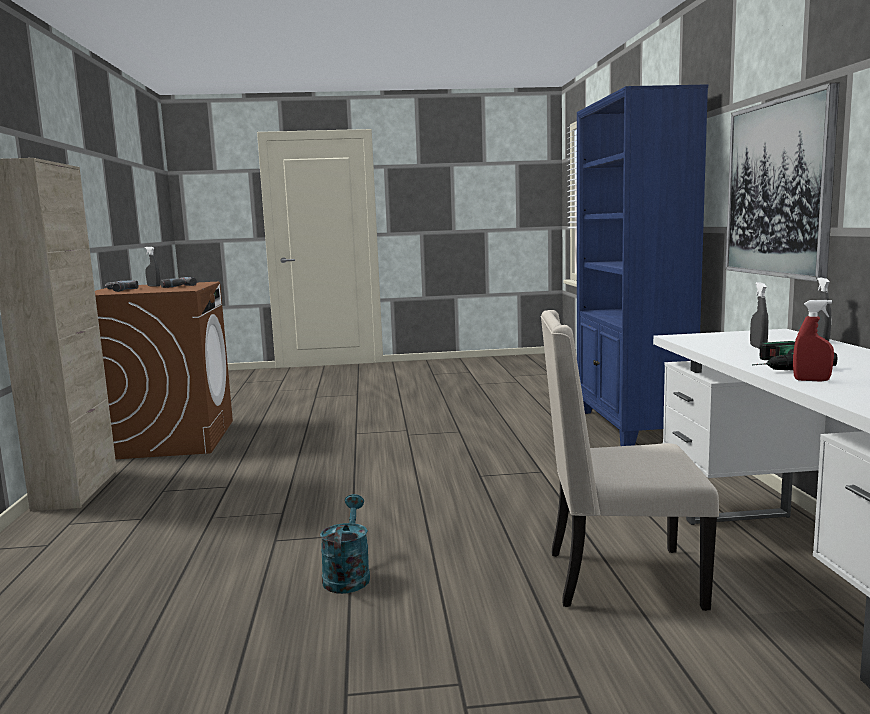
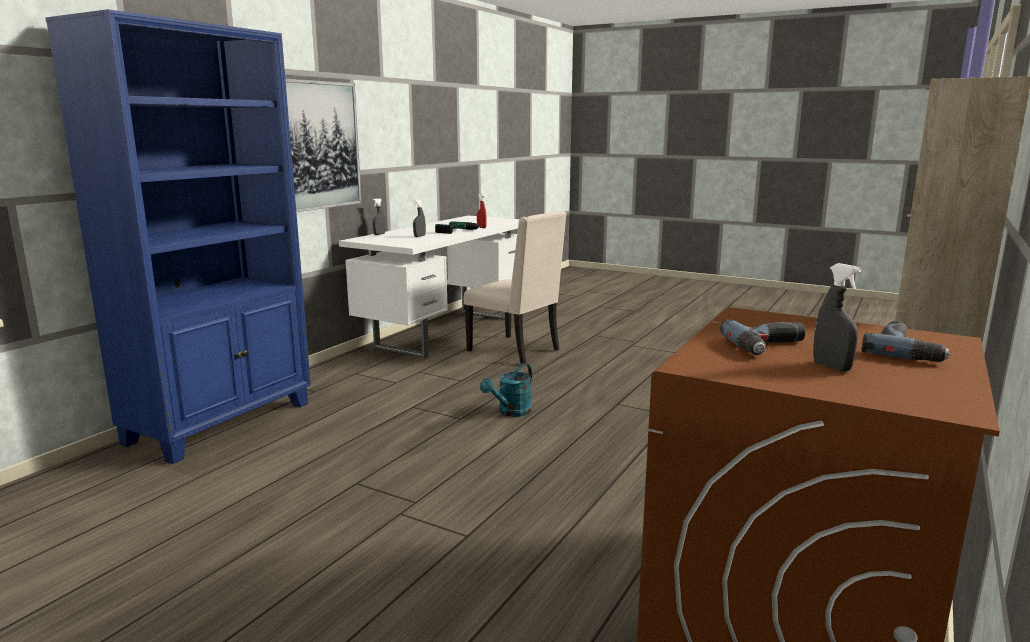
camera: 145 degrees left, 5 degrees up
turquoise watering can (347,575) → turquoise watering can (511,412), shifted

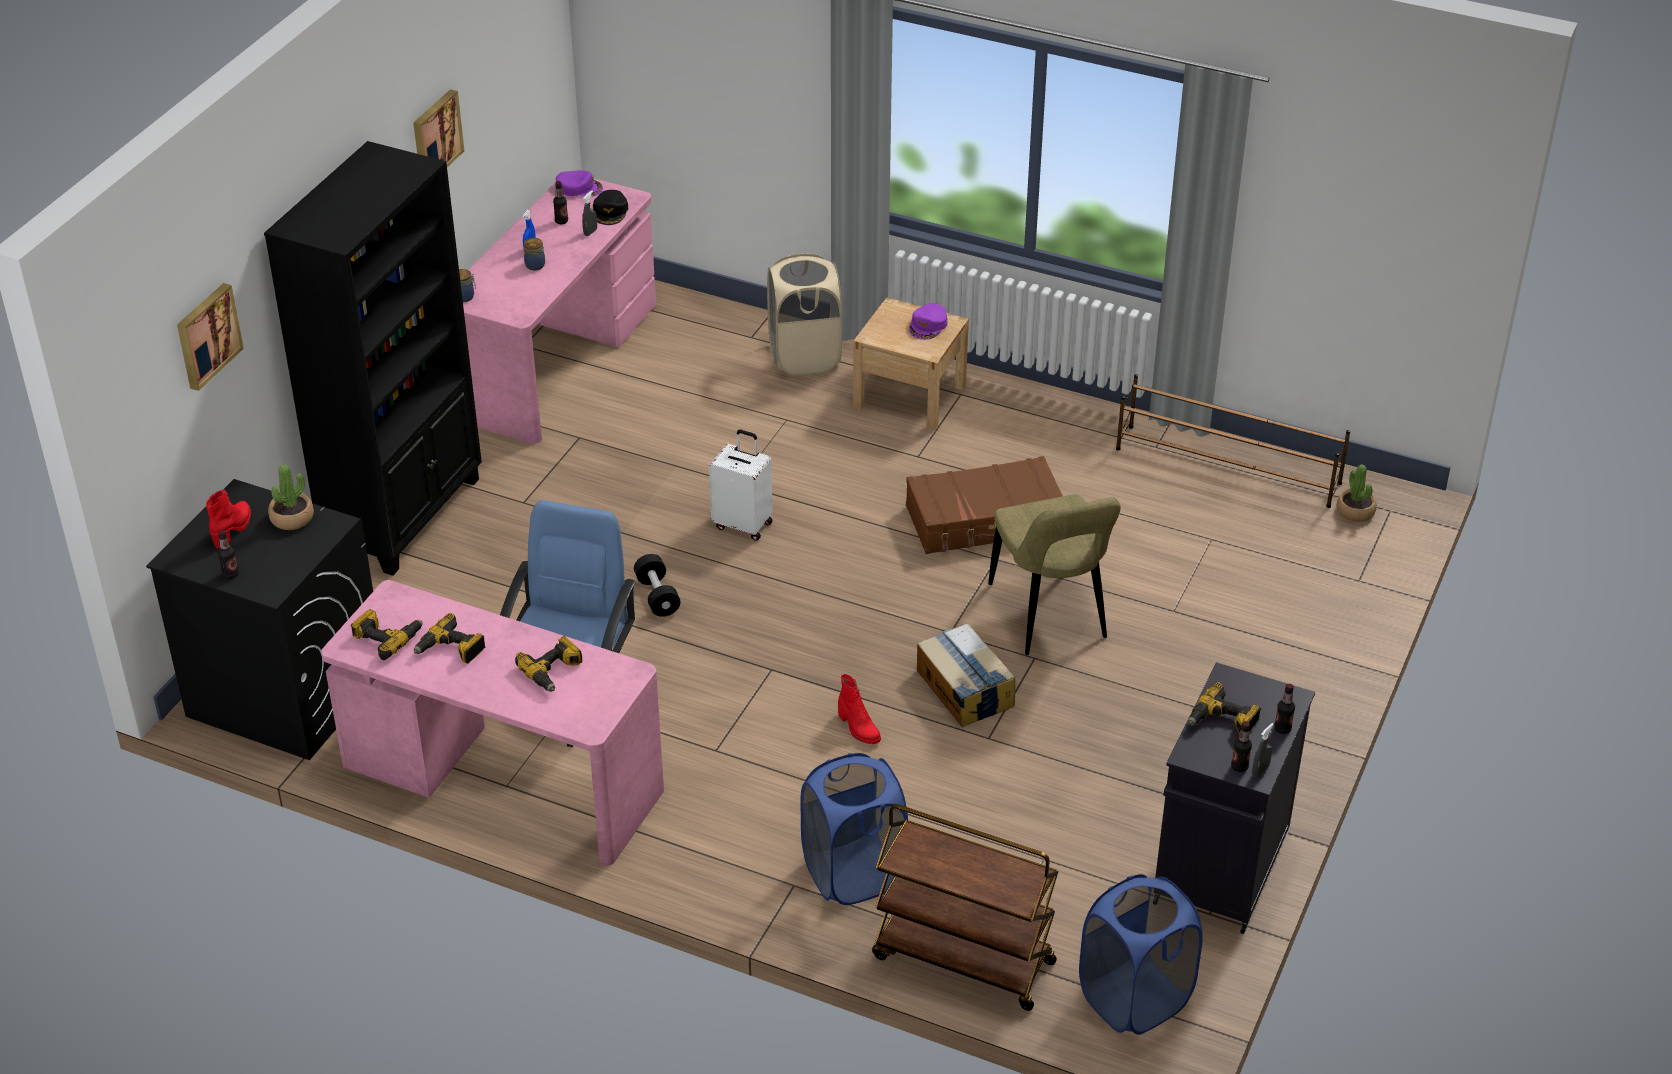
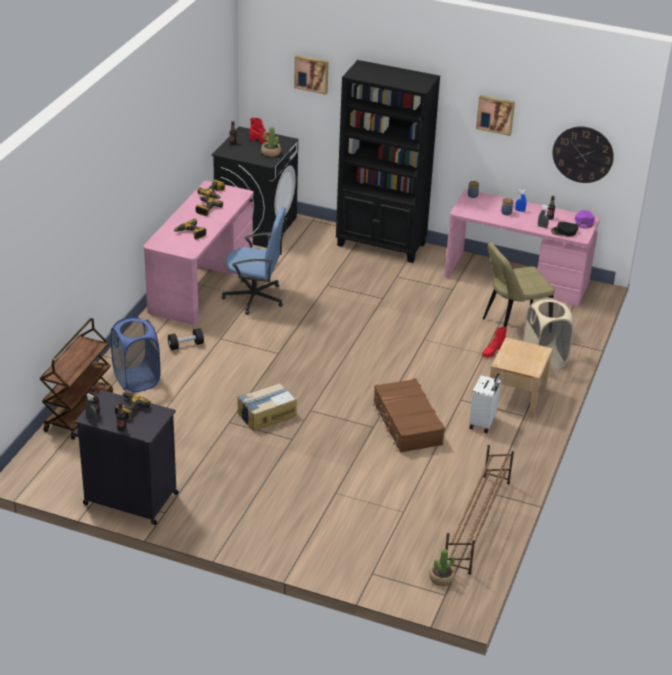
camera: 85 degrees right, 5 degrees down
purple cap (928,326) → -
white suitcase (743,524) → white suitcase (483,423), shifted
beige chair (1049,615) → beige chair (513,326), shifted
black dumbbell (657,596) → black dumbbell (185,345), shifted
red boot (858,728) → red boot (493,352), shifted
blue laundry basket (1134,999) → -
- → wall clock (583,154)

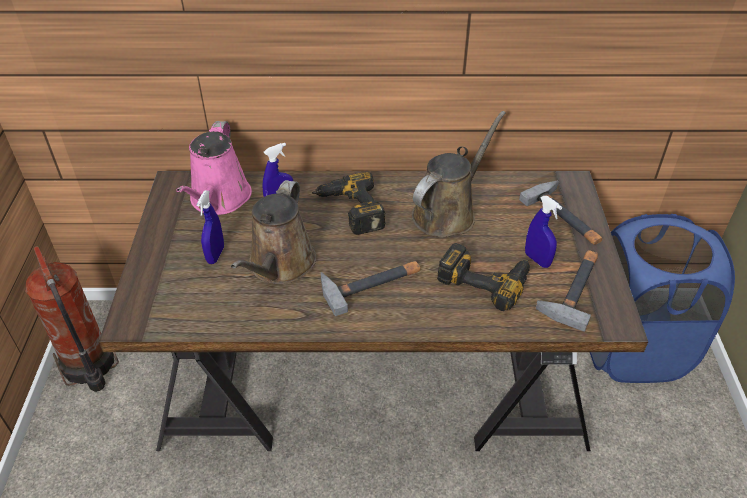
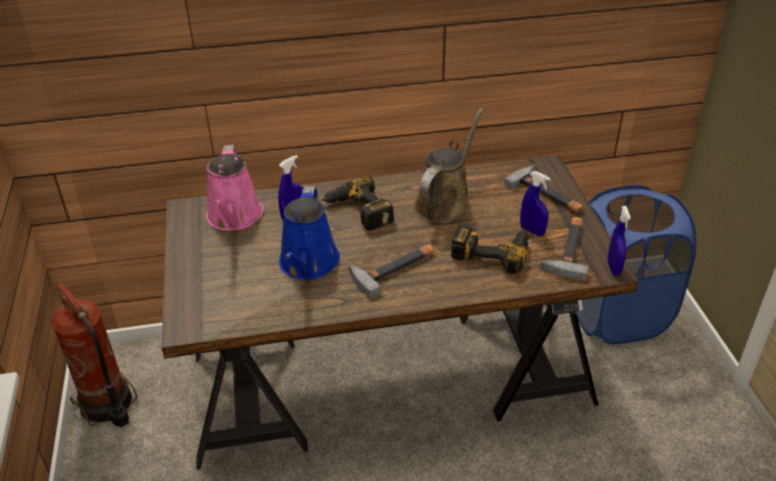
camera: 10 degrees left, 5 degrees down
brown watering can (280,266) → blue watering can (308,264)
blue spray bottle (215,255) → blue spray bottle (613,268), shifted

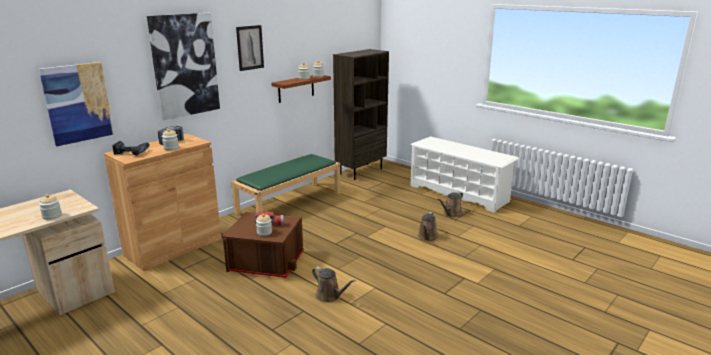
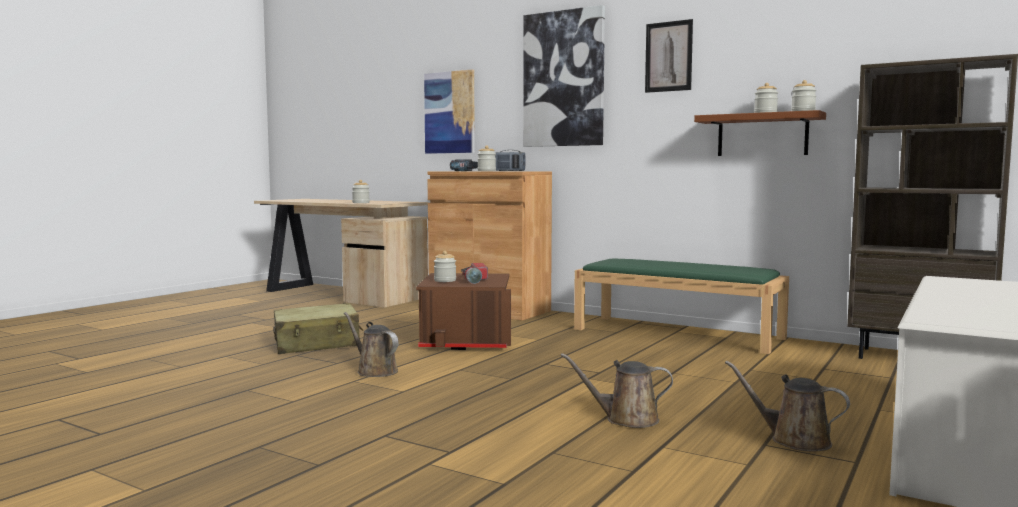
camera: 80 degrees right, 15 degrees down
brown watering can (330,296) → brown watering can (374,371), 105 degrees clockwise
- → beige suitcase (317,343)

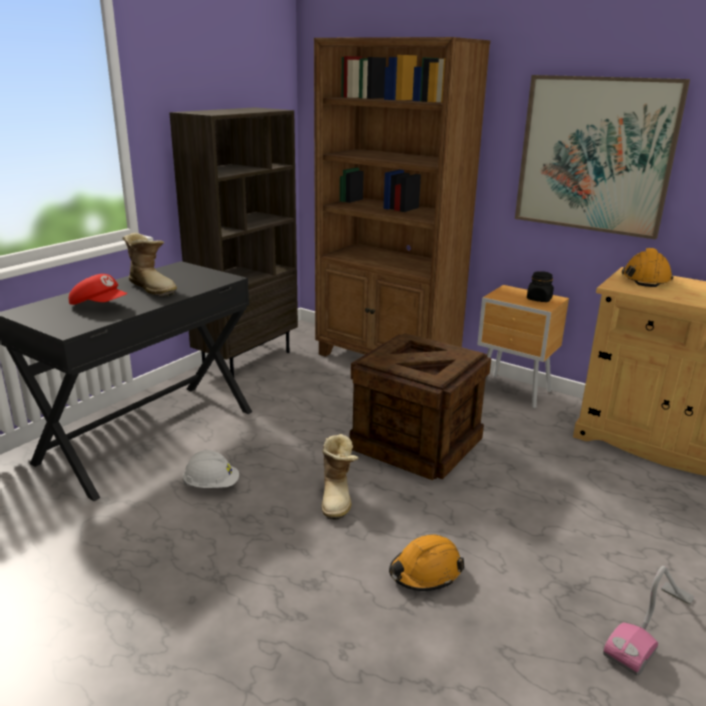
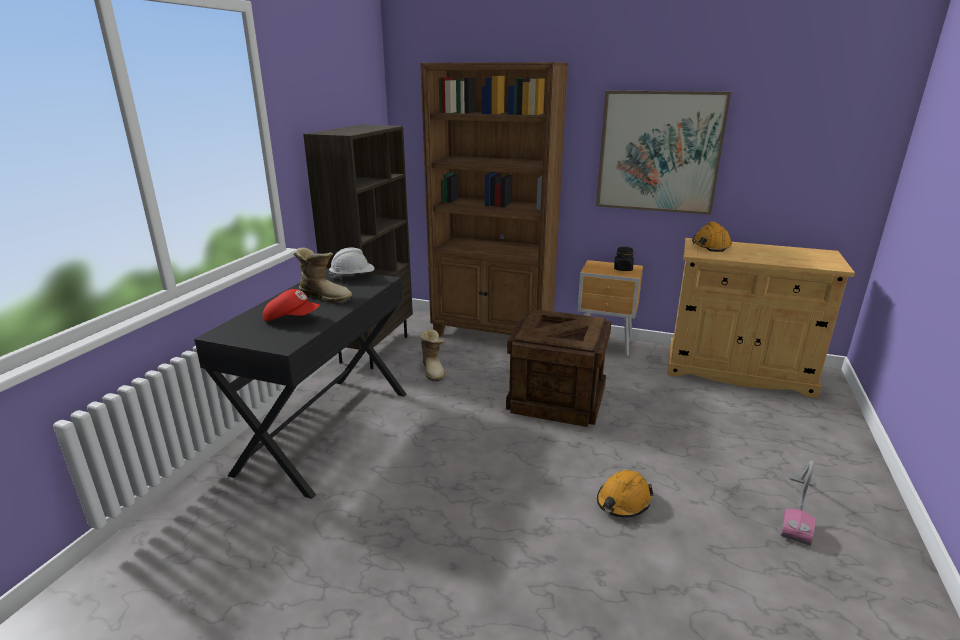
camera: 15 degrees left, 0 degrees up
boot (338,498) → boot (434,370), shifted
white hard hat (211,485) → white hard hat (352,277), shifted

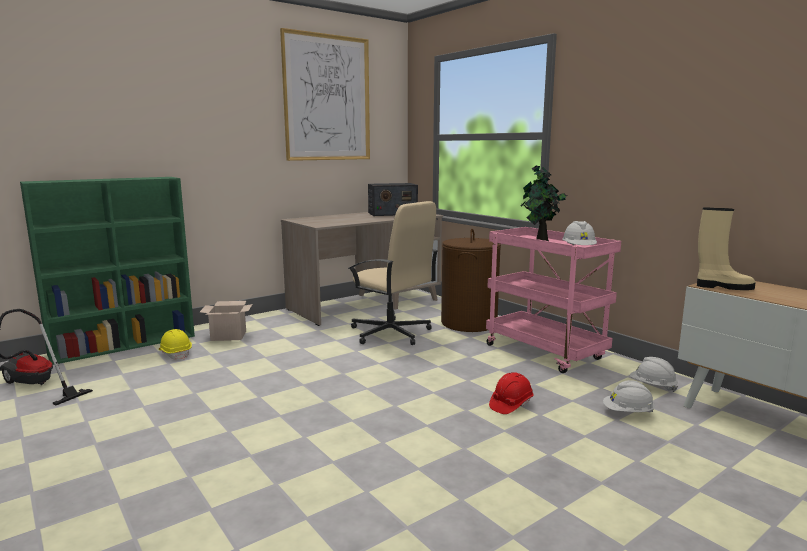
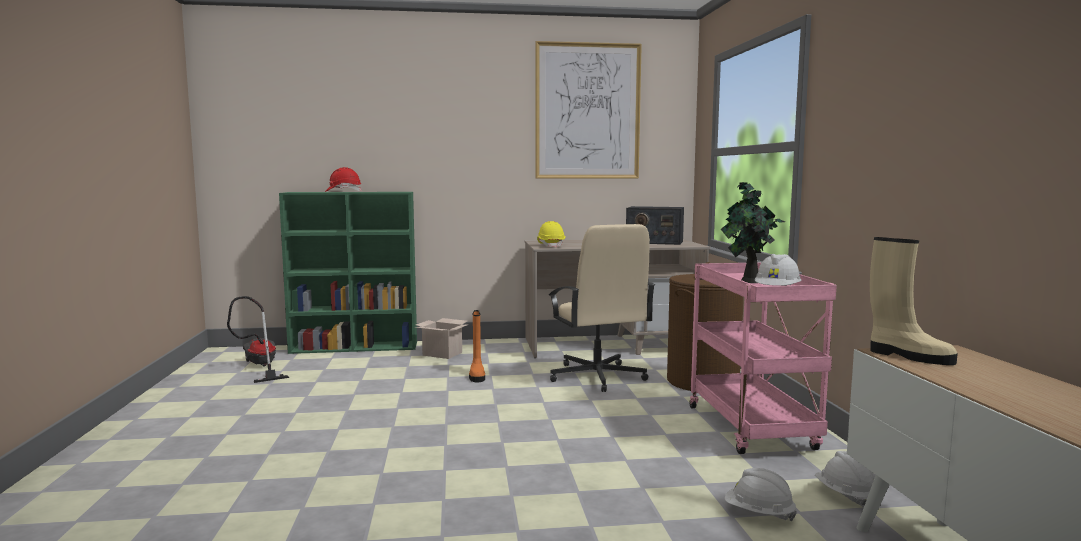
camera: 30 degrees right, 5 degrees down
yellow hard hat (175,354) → yellow hard hat (551,245), shifted
red hard hat (511,404) → red hard hat (343,191), shifted
- → orange boot (477,375)

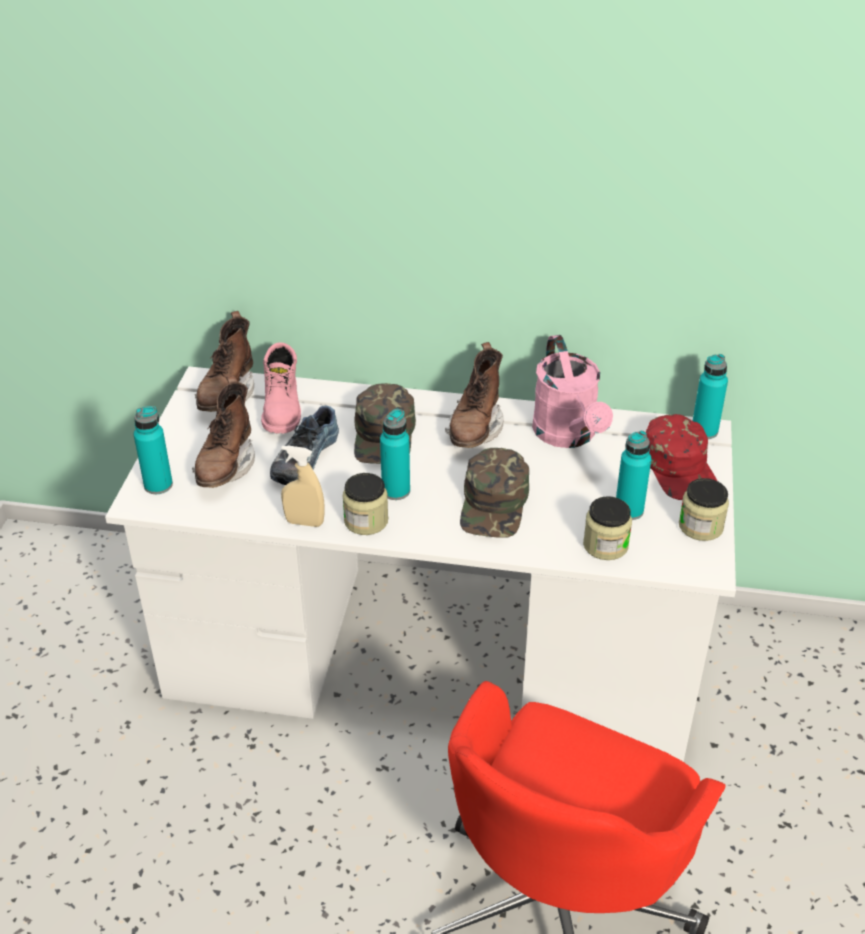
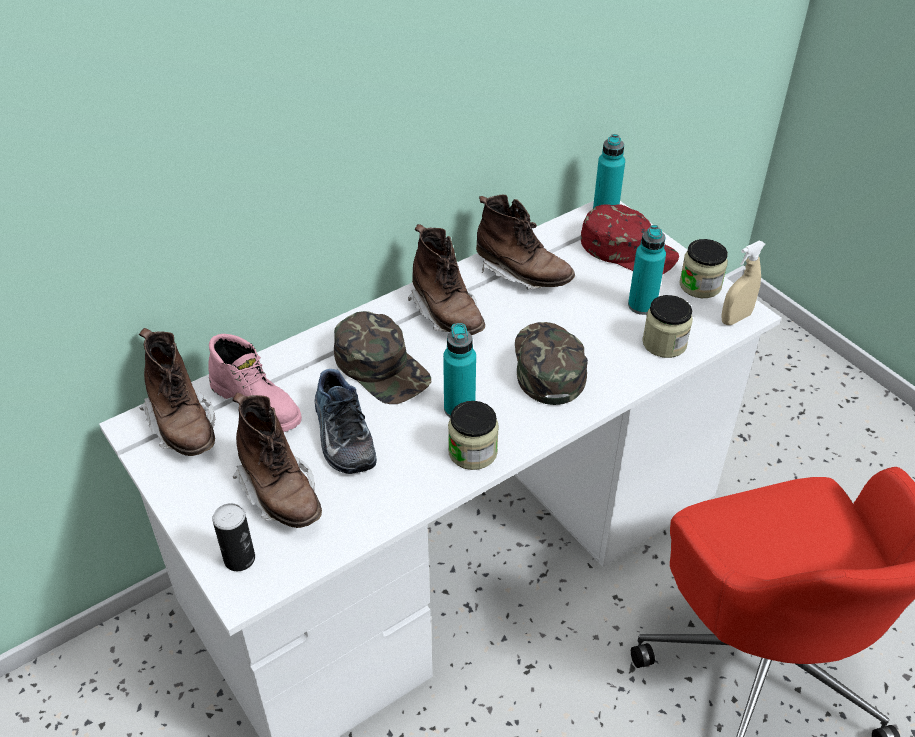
camera: 45 degrees left, 5 degrees up
pink watering can (568,436) → brown boot (522,274)
turquoise bottle (158,485) → can (239,559)
beige spray bottle (304,522) → beige spray bottle (735,318), shifted
green cap (495,503) → green cap (547,365), 150 degrees counterclockwise

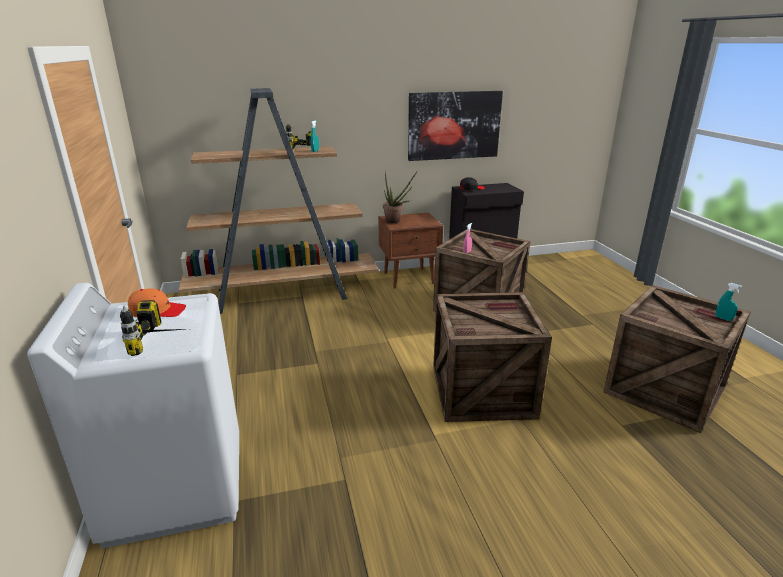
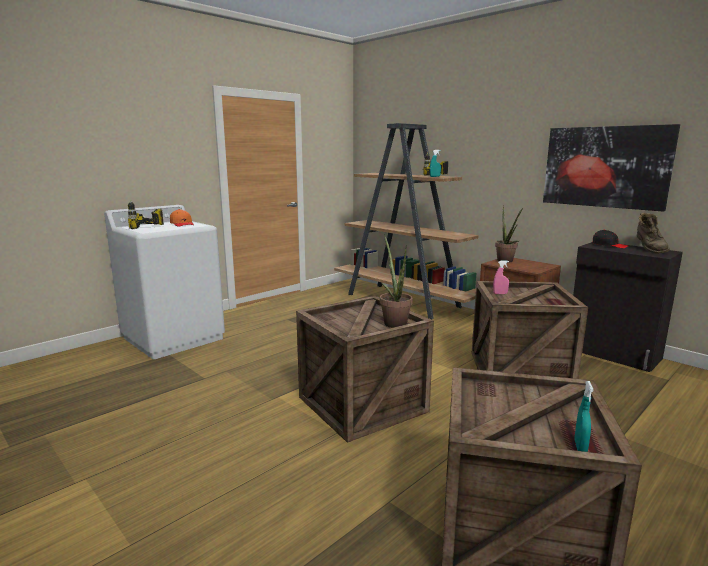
camera: 60 degrees right, 10 degrees down
- → brown boot (649,250)
- → potted plant (393,322)

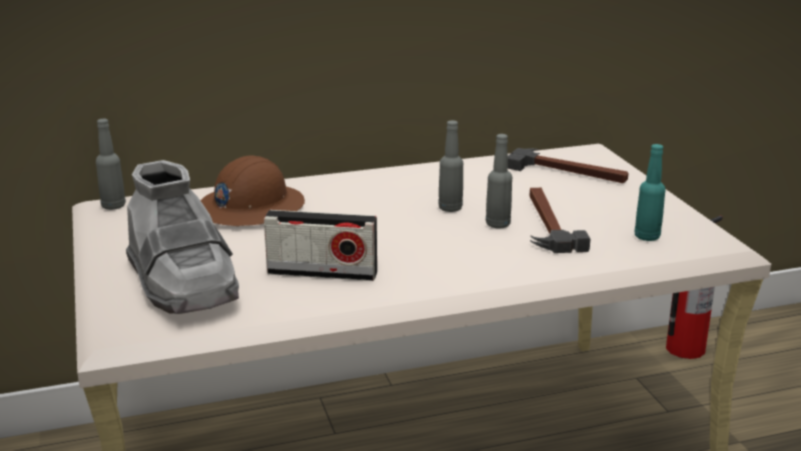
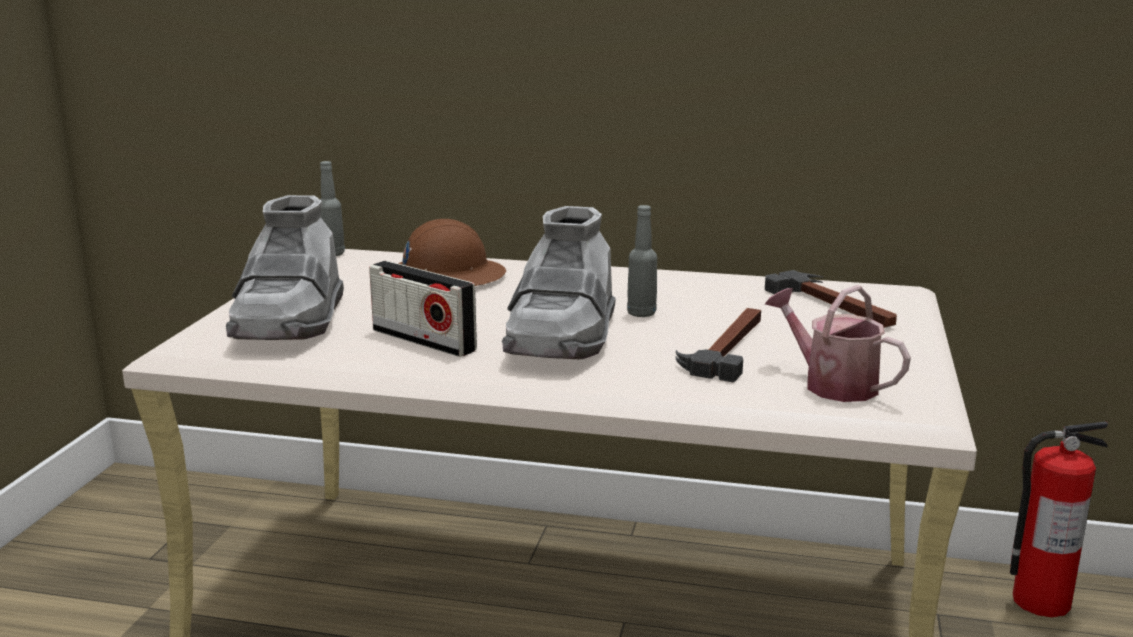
camera: 30 degrees right, 5 degrees down
grey bottle (497,224) → -
turquoise bottle (647,236) → watering can (831,384)
- → grey boot (562,340)

